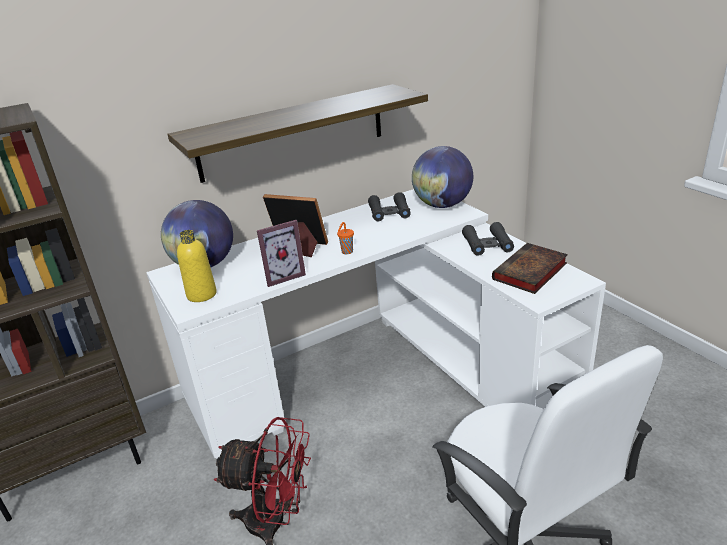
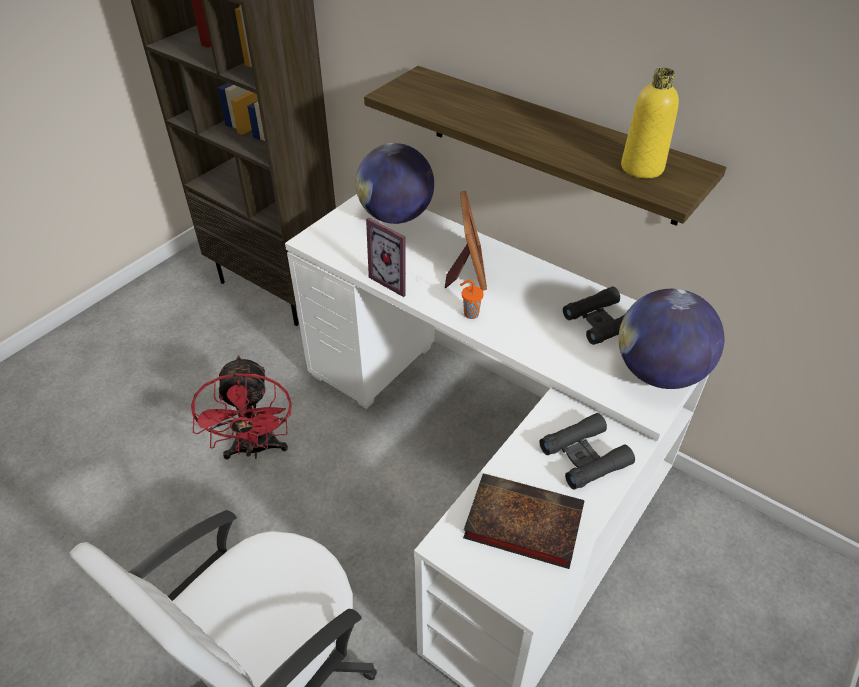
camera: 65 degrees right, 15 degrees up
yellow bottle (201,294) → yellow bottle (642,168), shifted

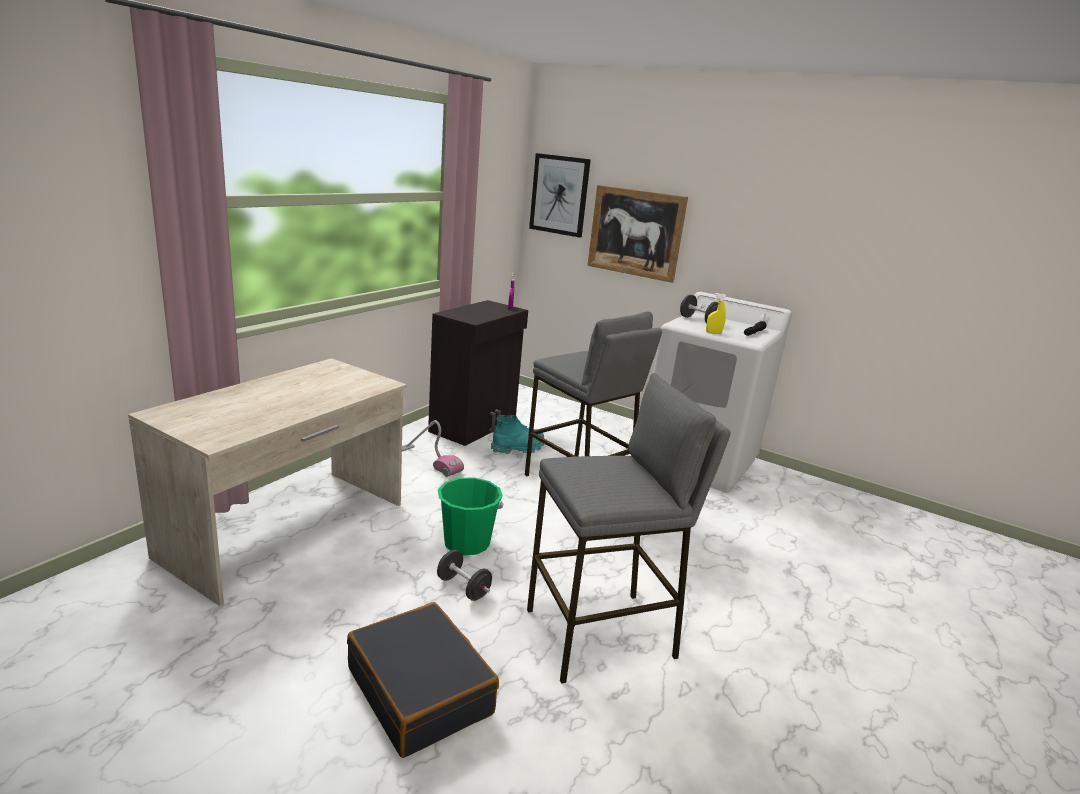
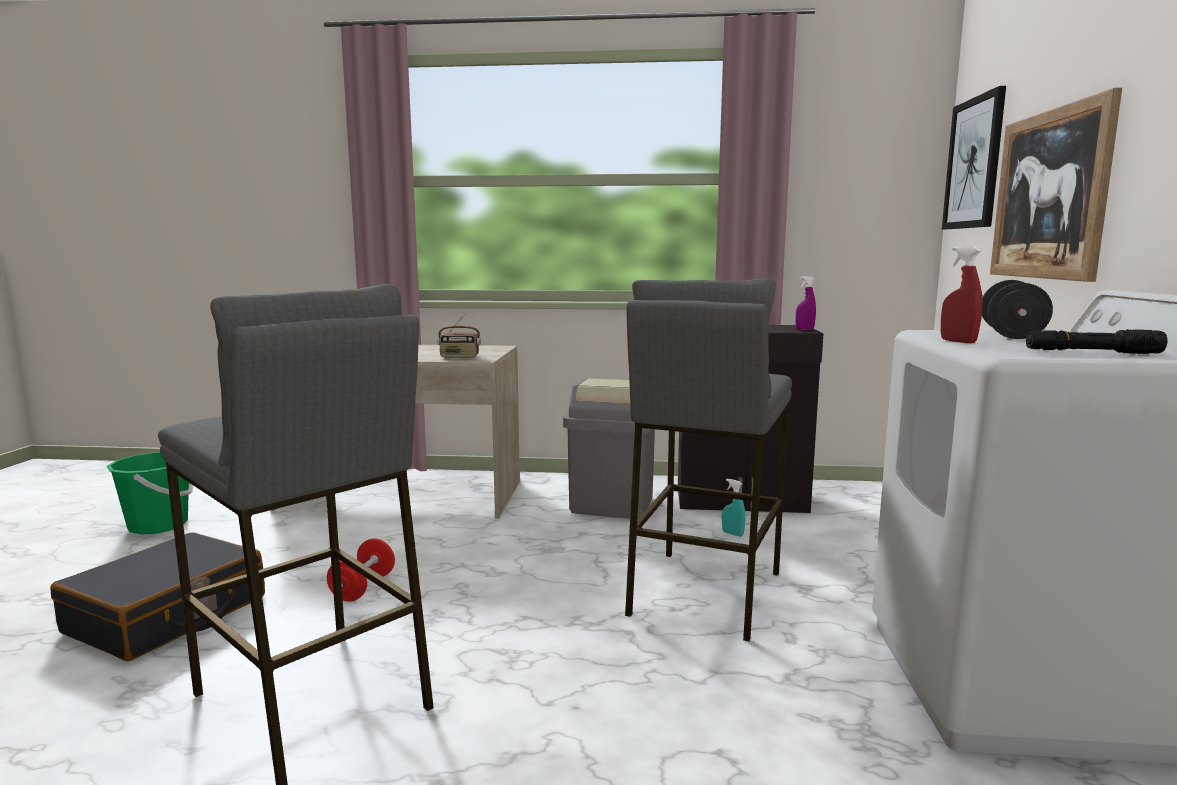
camera: 65 degrees right, 10 degrees down
yellow spray bottle (713,333) → red spray bottle (958,341)
turquoise boot (518,448) → turquoise spray bottle (732,534)
vacuum cleaner (429,460) → grey trash can (612,504)
green bucket (467,543) → green bucket (158,525), shifted
black dumbbell (463,588) → red dumbbell (363,588)
- → radio (459,357)

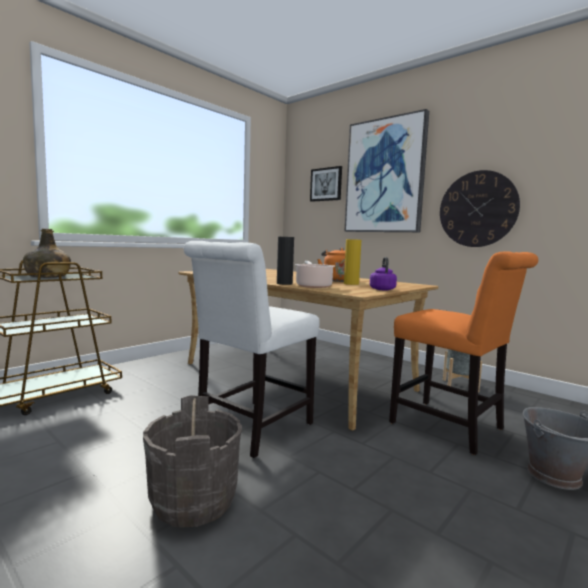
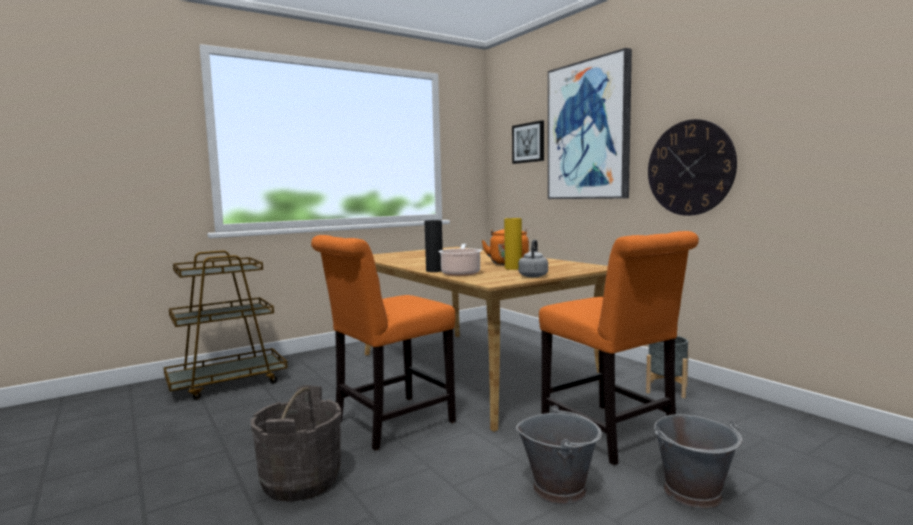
camera: 15 degrees right, 0 degrees up
green bottle (48,276) → -
white chair (250,429) → orange chair (388,423)
purple kettle (382,289) → grey kettle (533,276)
- → grey bucket (560,488)

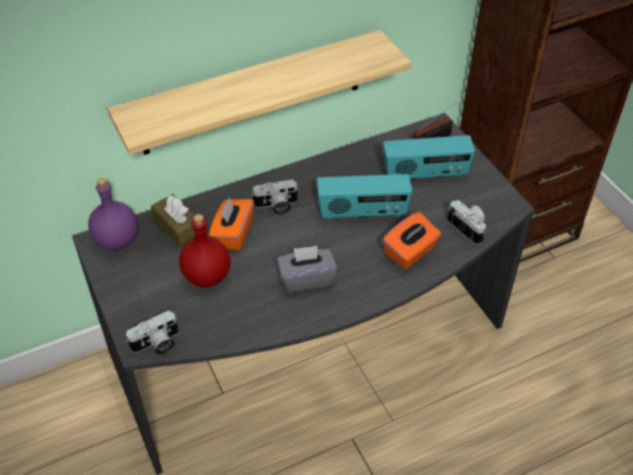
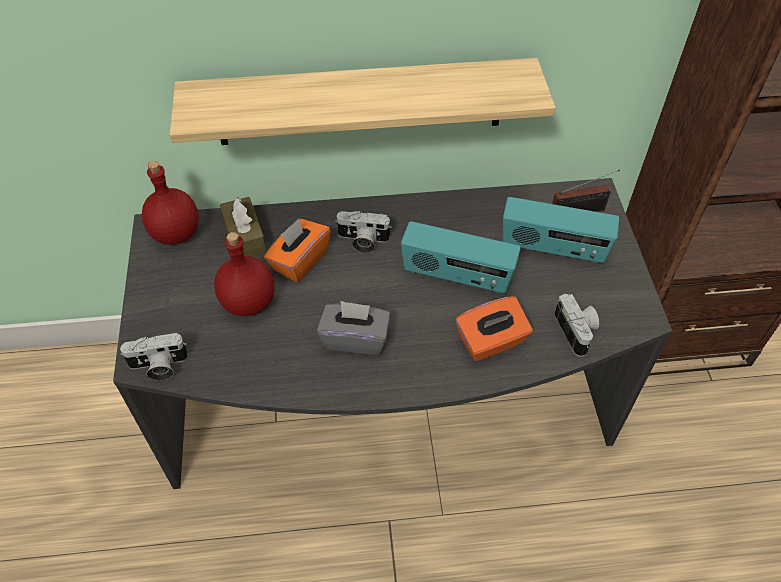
camera: 20 degrees right, 5 degrees up
purple bottle (117,240) → red bottle (176,232)

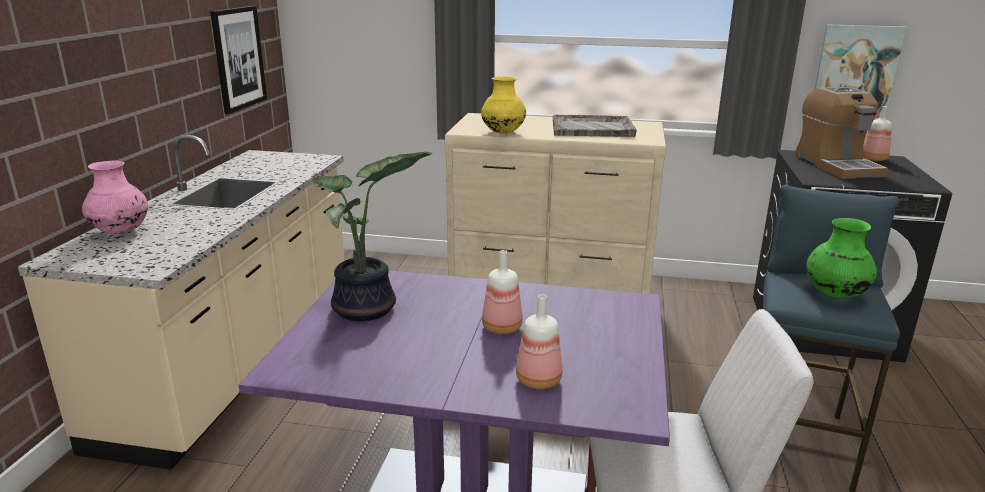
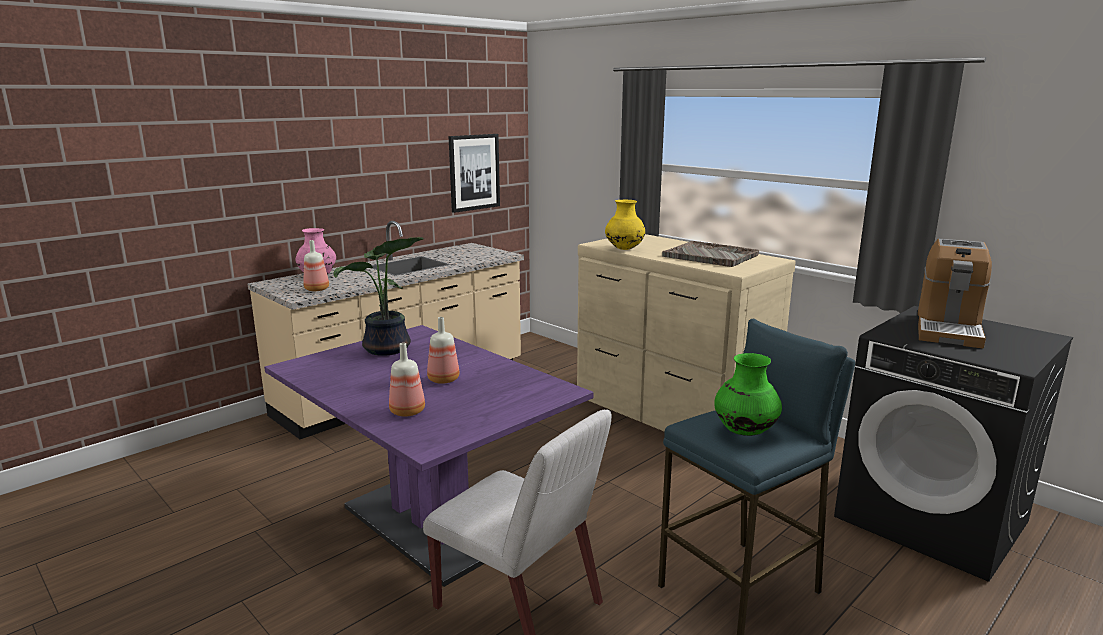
camera: 35 degrees right, 5 degrees down
picture (855,71) → -
bottle (872,159) → bottle (317,289), shifted

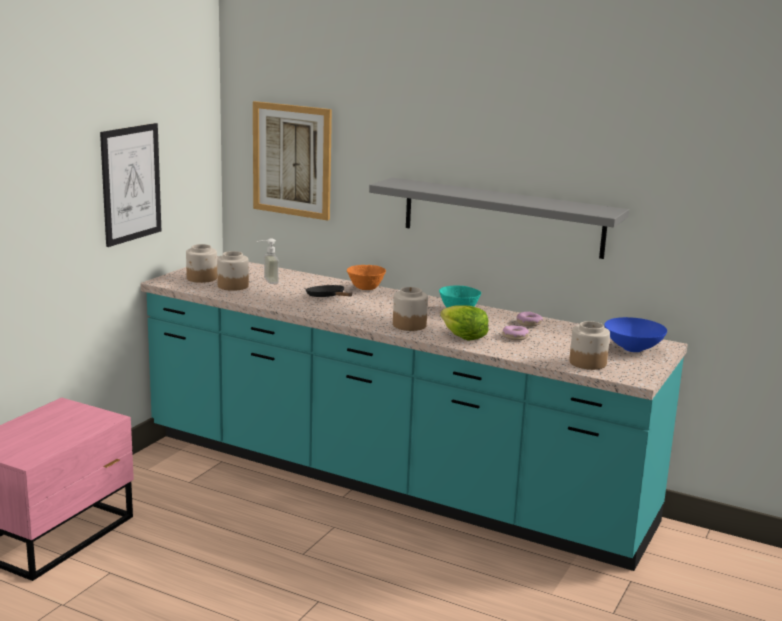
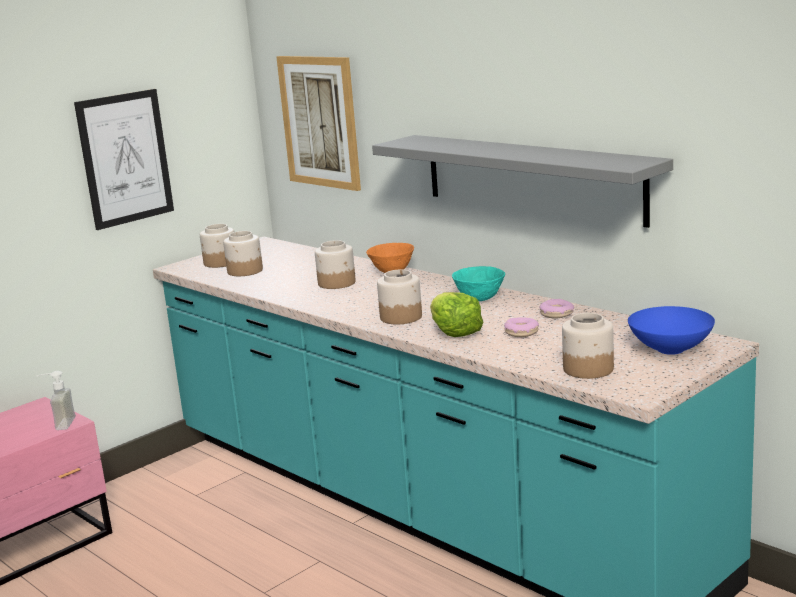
camera: 20 degrees right, 0 degrees up
soap dispenser (266,281) → soap dispenser (59,424), shifted
black frying pan (327,297) → jar (337,283)

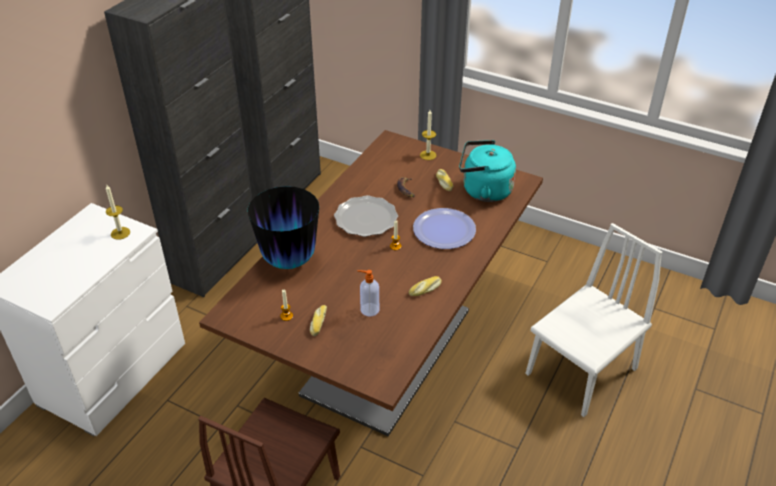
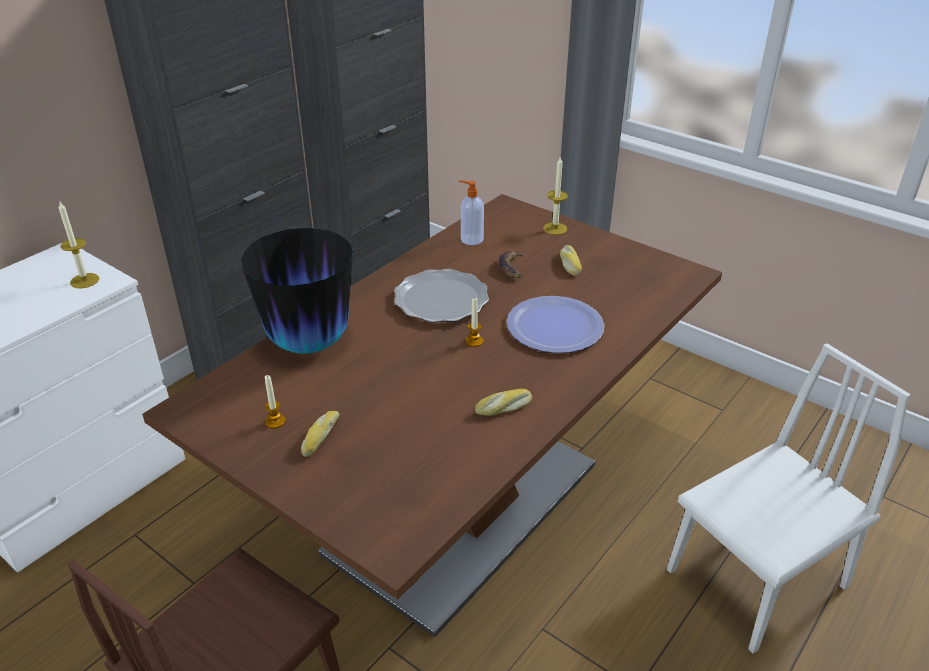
camera: 10 degrees right, 5 degrees down
turquoise kettle (483,190) → -
soap dispenser (369,309) → soap dispenser (471,239), shifted

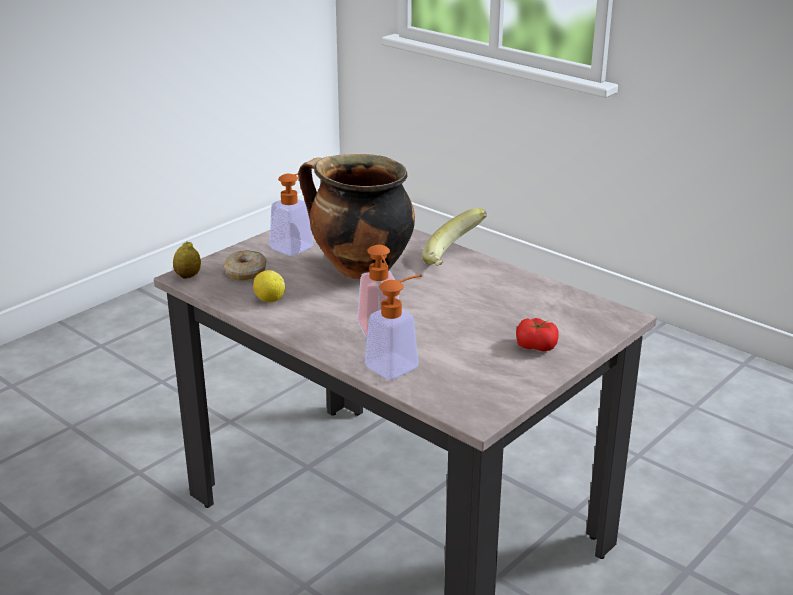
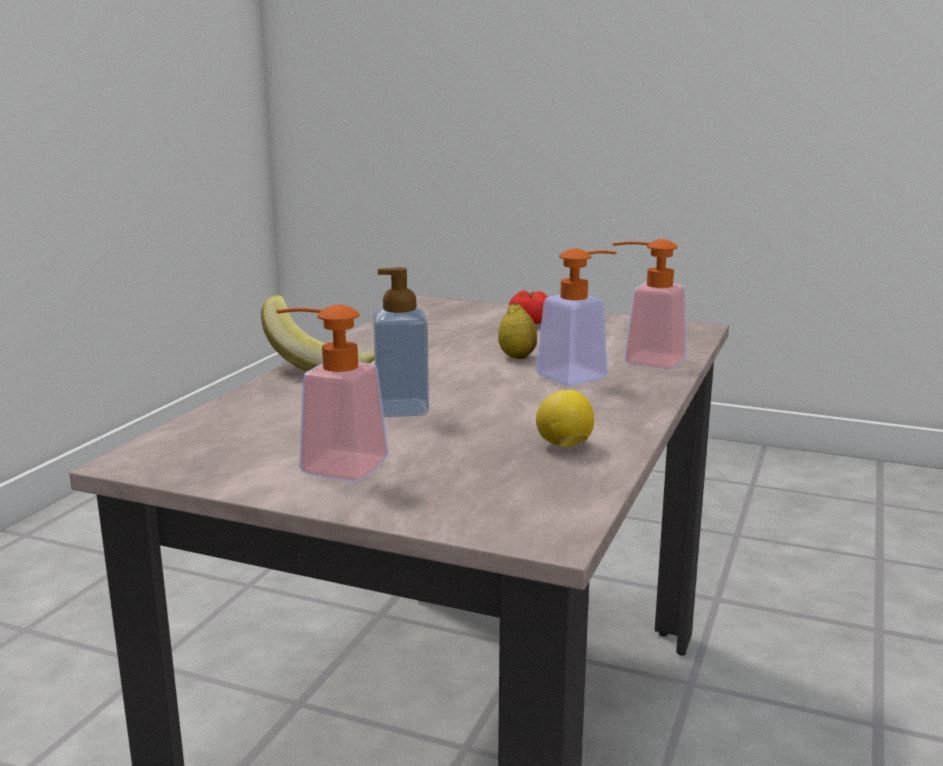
camera: 110 degrees left, 10 degrees down
cooking pot (359,269) → soap dispenser (402,409)
lemon (188,276) → lemon (517,357), shifted
donut (245,273) → -

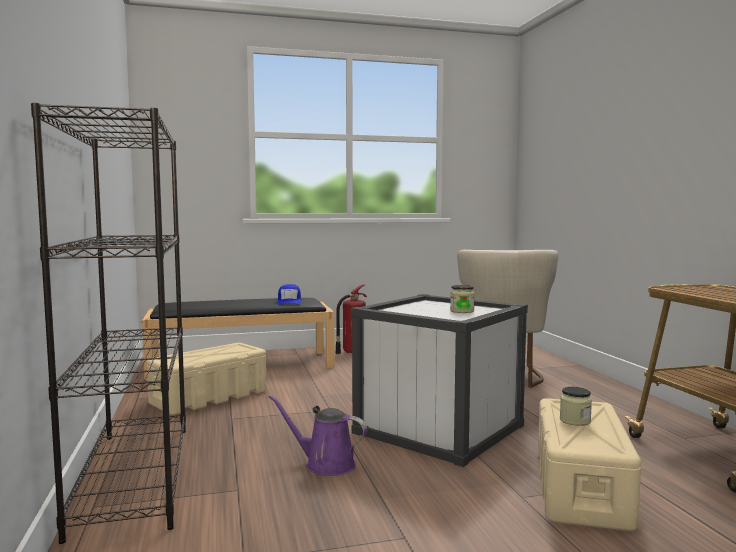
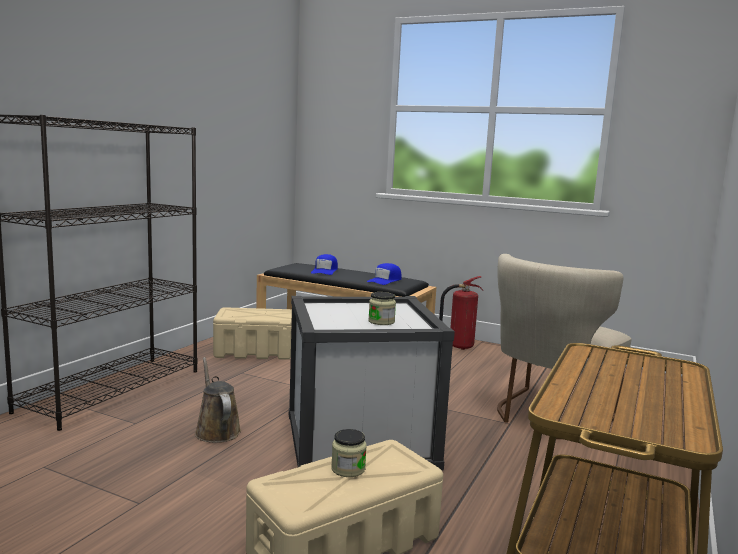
camera: 40 degrees right, 5 degrees up
purple watering can (325,464) → brown watering can (216,430)
- → blue cap (325,271)

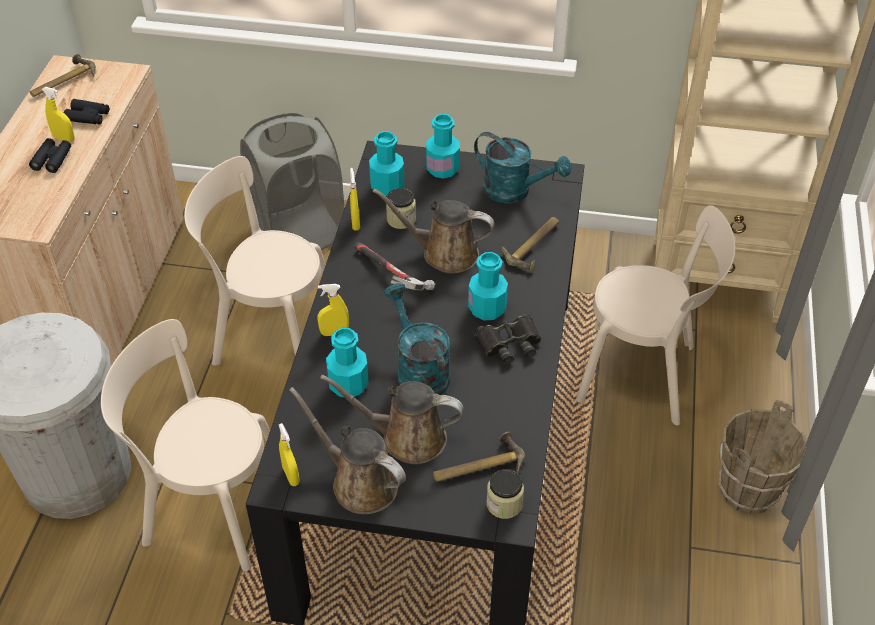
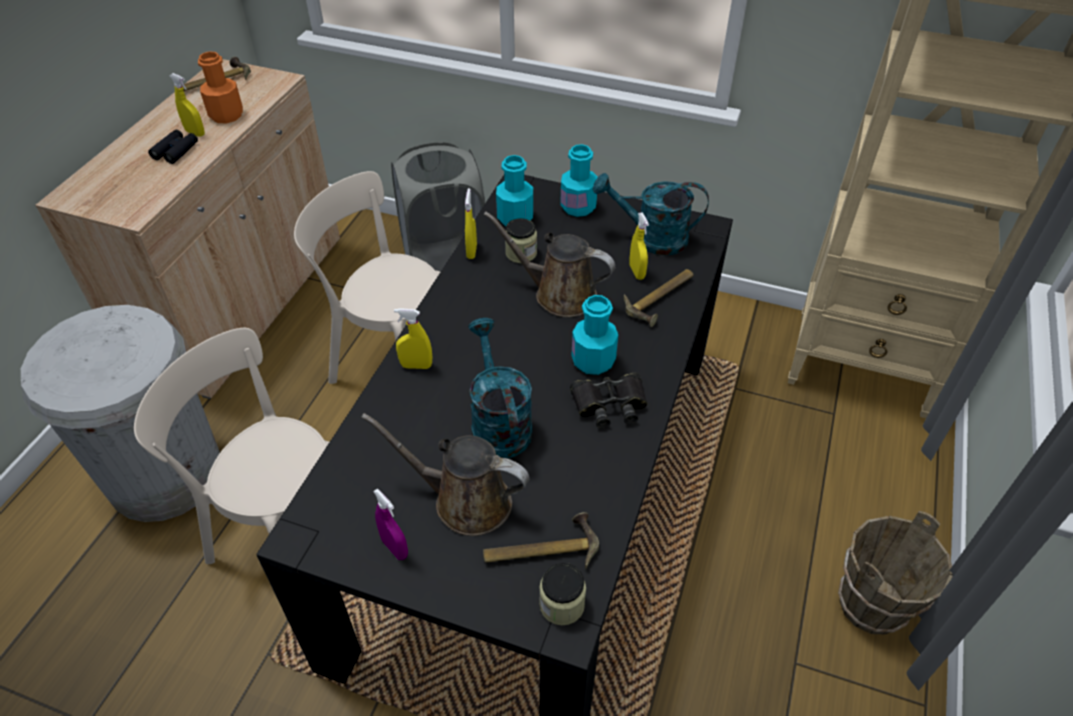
camera: 10 degrees right, 0 degrees up
black binoculars (88,116) → orange bottle (226,115)
turquoise watering can (515,191) → turquoise watering can (651,238), 150 degrees clockwise
beige chair (643,375) → -
hammer (391,277) → -
turquoise bottle (348,384) → -
brown watering can (359,482) → purple spray bottle (395,548)
yellow spray bottle (291,476) → yellow spray bottle (637,272), shifted

